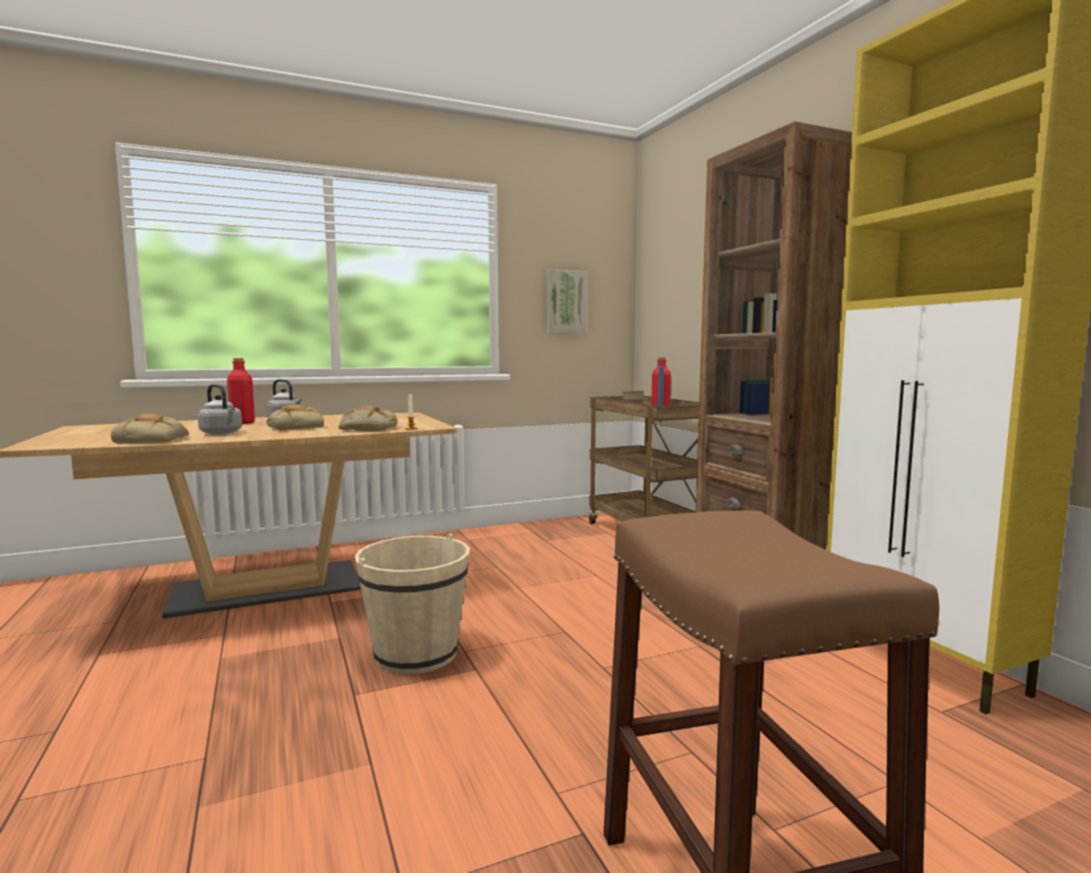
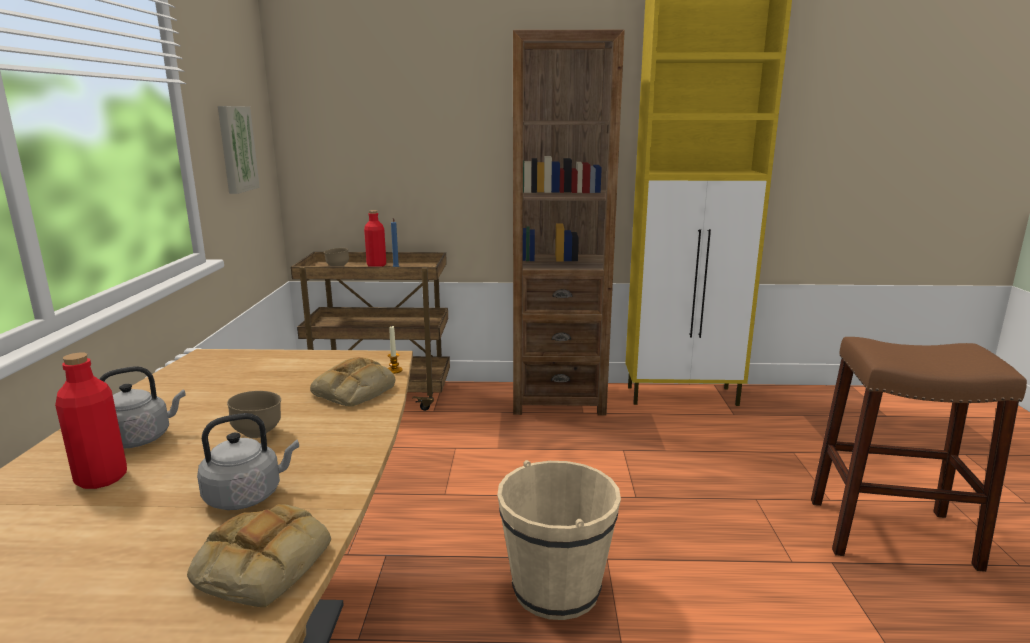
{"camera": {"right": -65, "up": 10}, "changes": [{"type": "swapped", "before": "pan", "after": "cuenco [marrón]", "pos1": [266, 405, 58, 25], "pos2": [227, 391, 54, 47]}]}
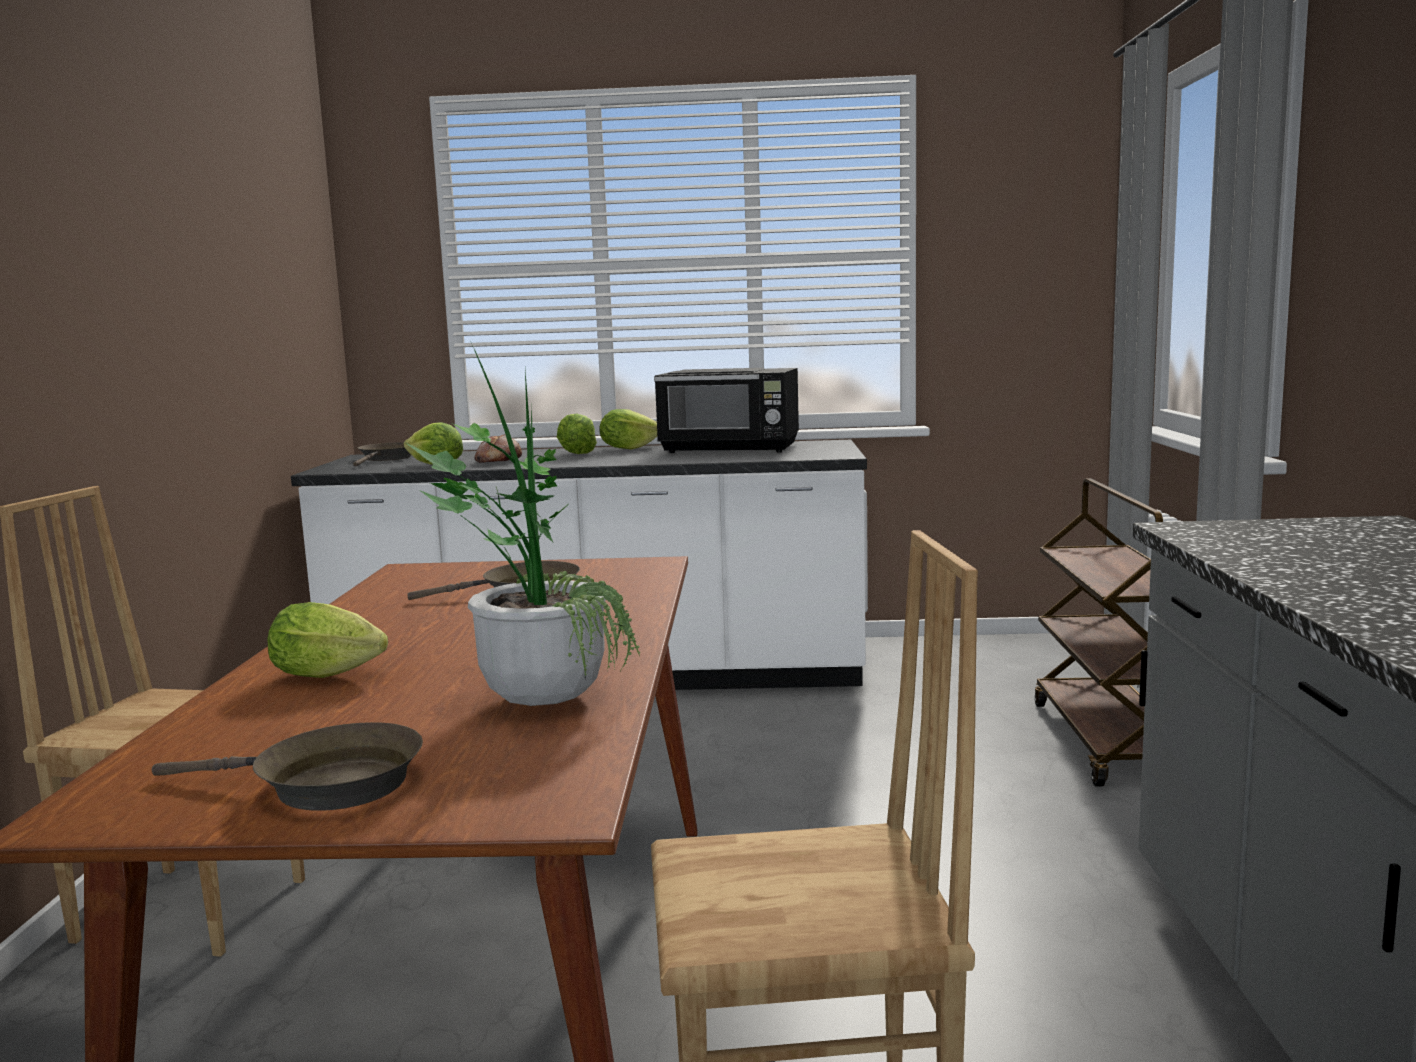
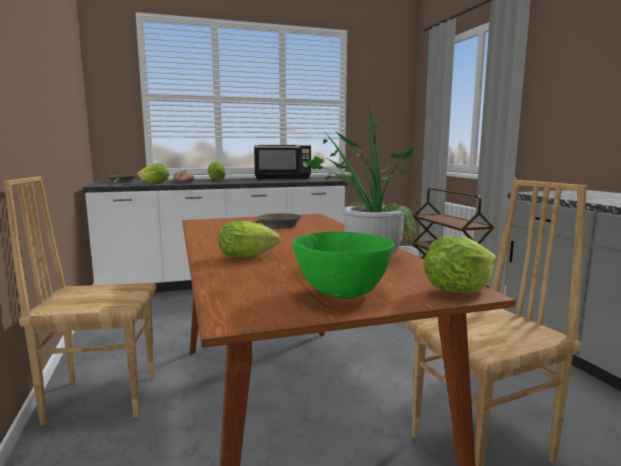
{"camera": {"right": -20, "up": 0}, "changes": [{"type": "swapped", "before": "sartén [marrón]", "after": "cuenco [verde]", "pos1": [152, 722, 271, 89], "pos2": [292, 231, 102, 68]}, {"type": "shifted", "before": "lechuga", "pos1": [599, 409, 58, 40], "pos2": [423, 236, 73, 58]}]}
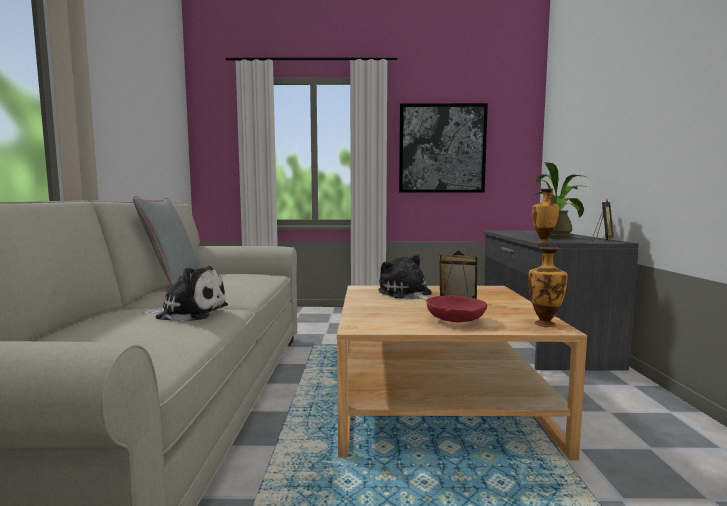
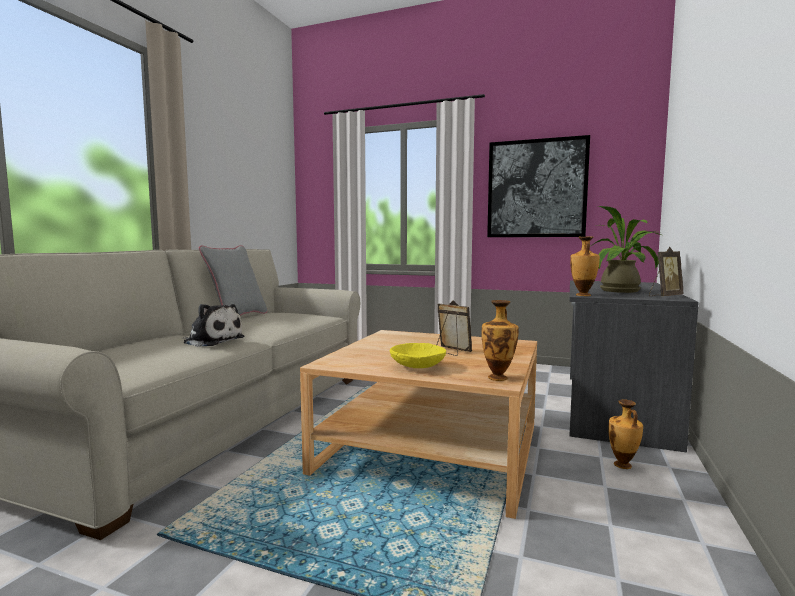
{"camera": {"right": 20, "up": 0}, "changes": [{"type": "repainted", "before": "cuenco [rojo]", "after": "cuenco [amarillo]", "pos1": [427, 295, 60, 27], "pos2": [390, 343, 56, 25]}, {"type": "new", "after": "florero", "pos2": [608, 399, 35, 70]}, {"type": "gone", "before": "peluche", "pos1": [379, 254, 53, 47]}]}
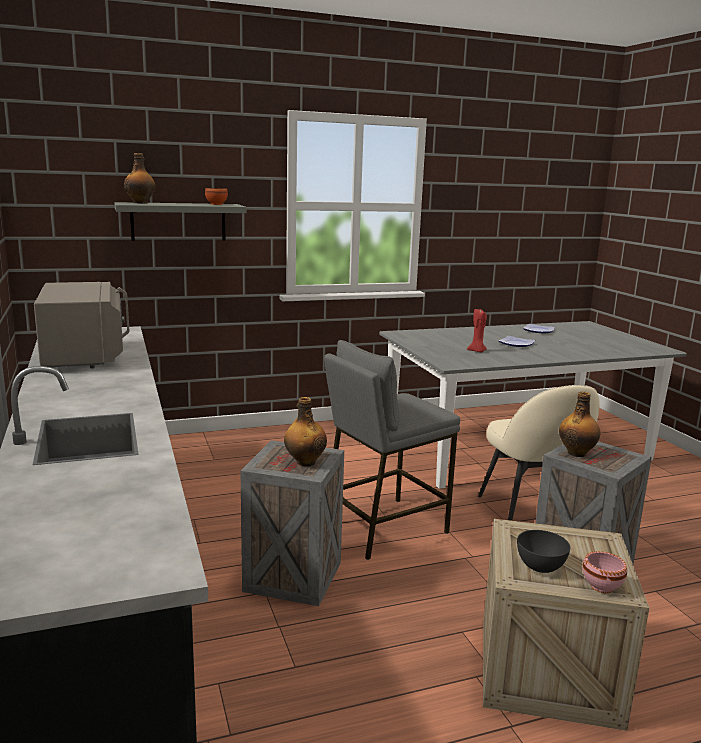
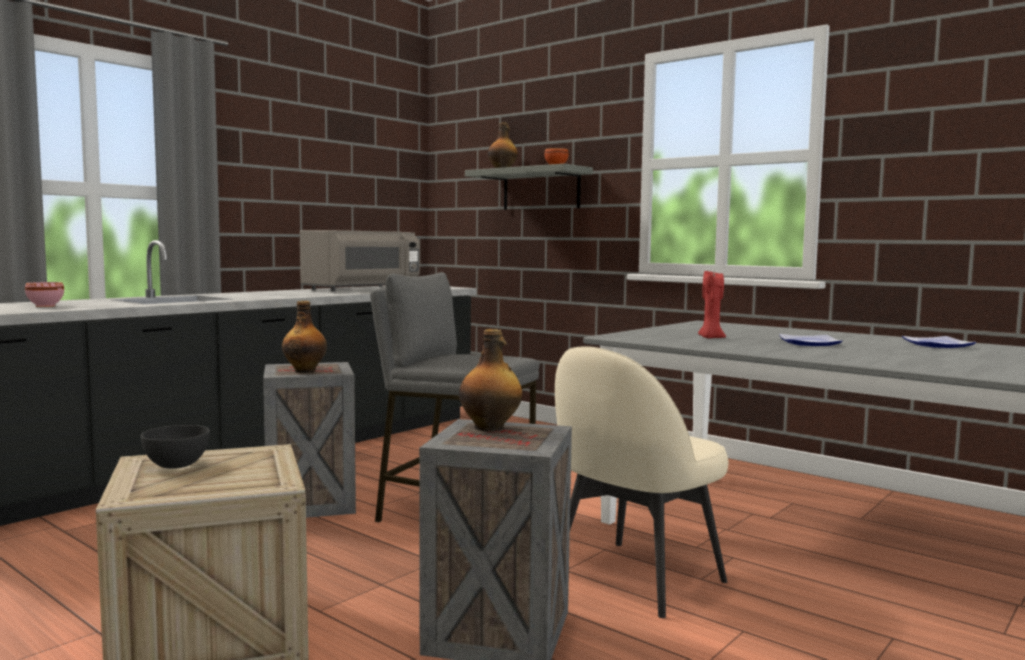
{"camera": {"right": 60, "up": -10}, "changes": [{"type": "shifted", "before": "cuenco [rosa]", "pos1": [583, 551, 44, 42], "pos2": [25, 282, 39, 25]}]}
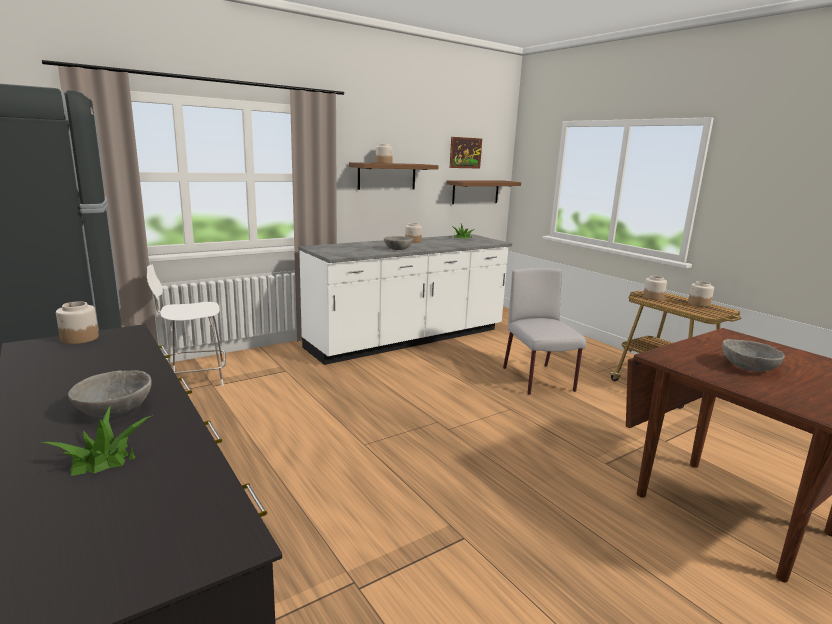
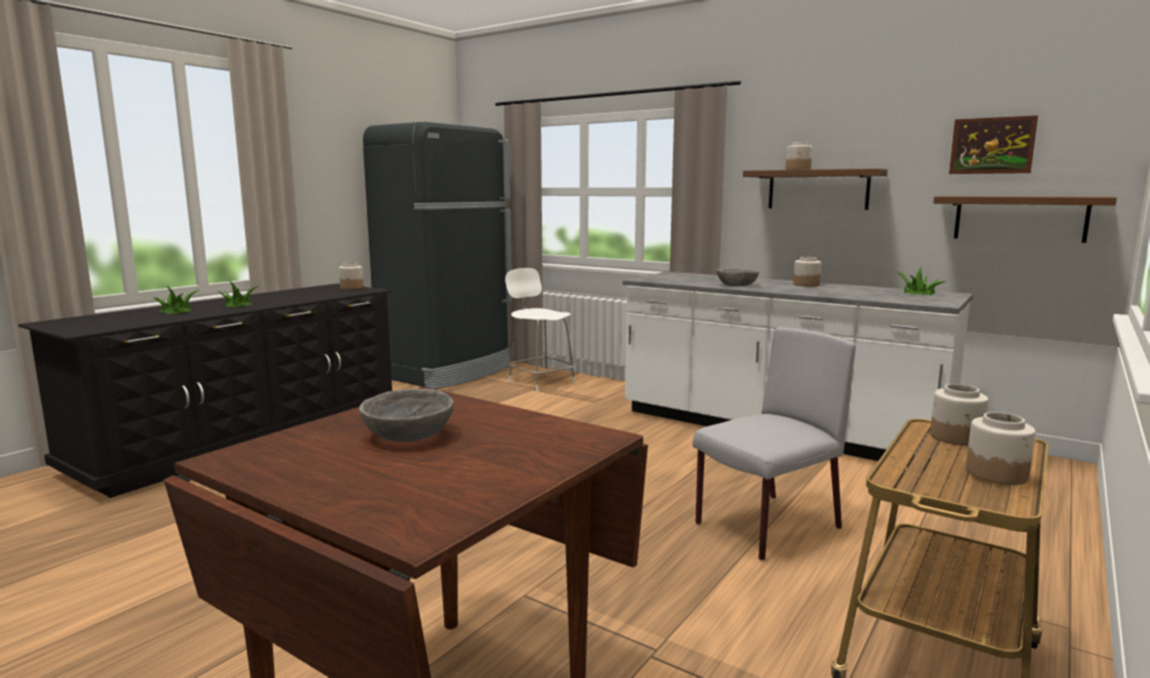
{"camera": {"right": 70, "up": -5}, "changes": [{"type": "swapped", "before": "cuenco [gris]", "after": "planta en maceta", "pos1": [68, 370, 84, 47], "pos2": [218, 281, 42, 26]}]}
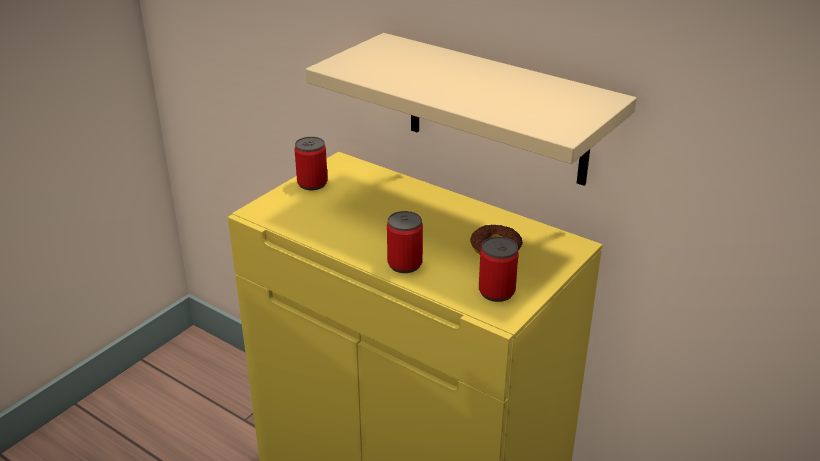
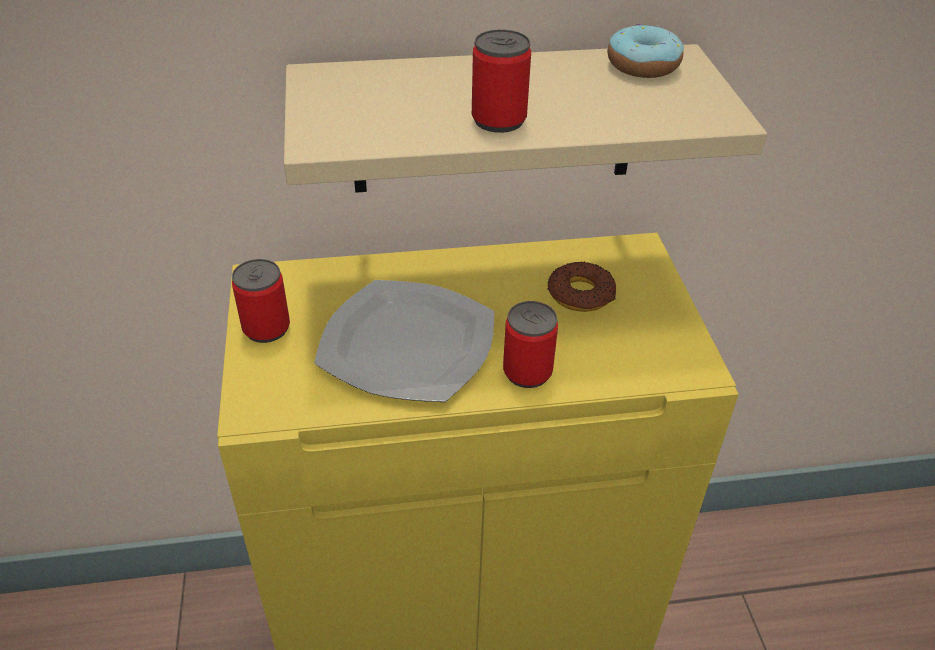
{"camera": {"right": -45, "up": 10}, "changes": [{"type": "new", "after": "plato", "pos2": [314, 280, 180, 122]}, {"type": "shifted", "before": "lata", "pos1": [479, 237, 40, 65], "pos2": [472, 29, 59, 104]}, {"type": "new", "after": "rosquilla", "pos2": [607, 24, 77, 54]}]}
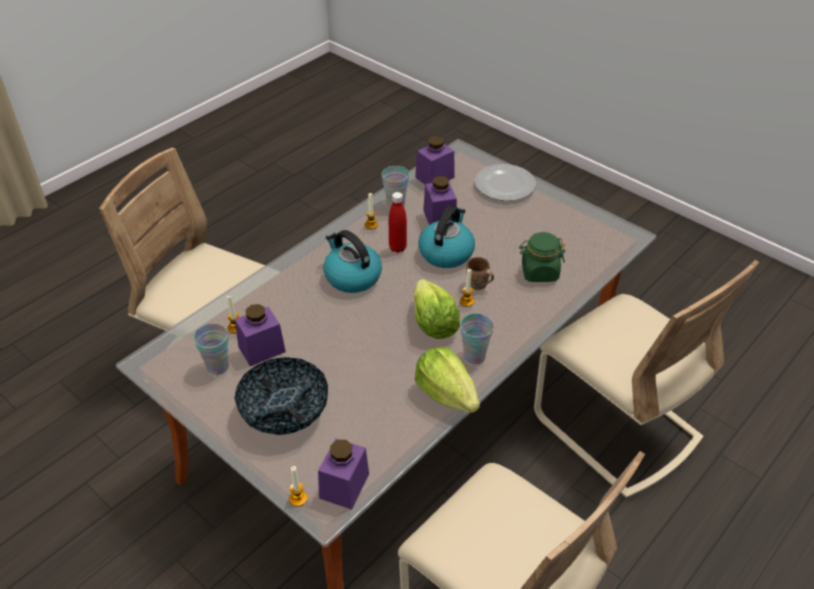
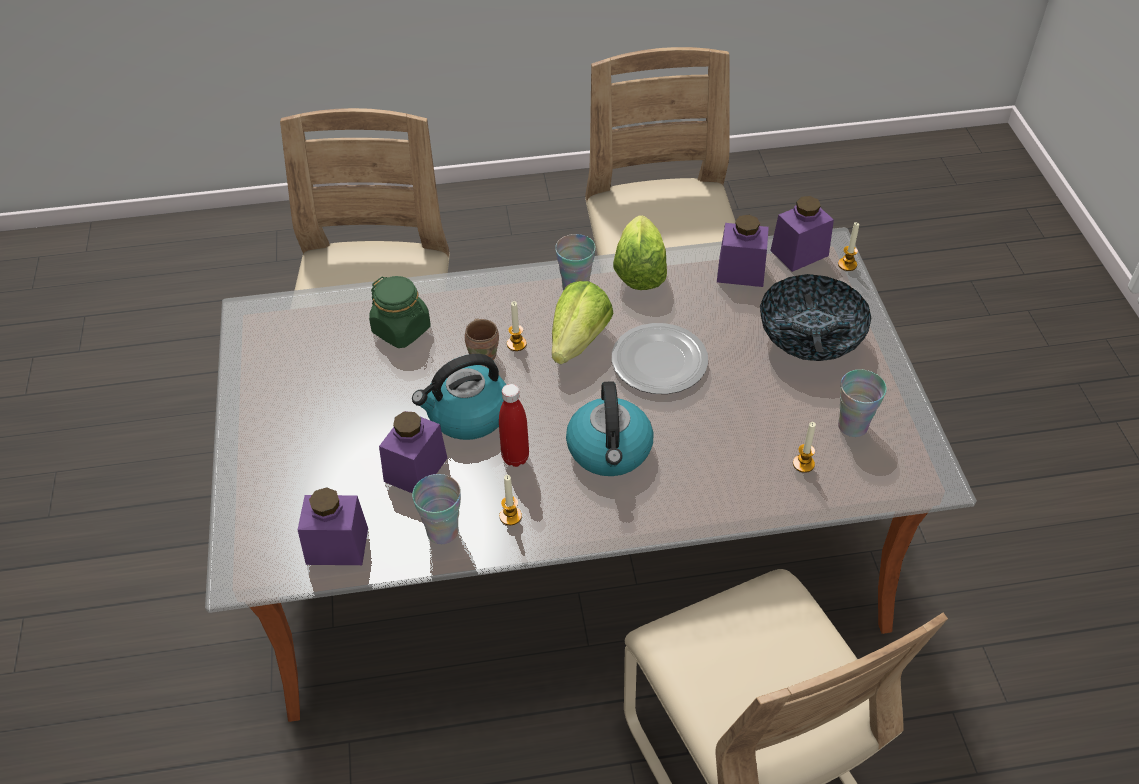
{"camera": {"right": -140, "up": 5}, "changes": [{"type": "shifted", "before": "plato", "pos1": [475, 164, 61, 37], "pos2": [612, 323, 96, 71]}, {"type": "shifted", "before": "tarro [morado]", "pos1": [235, 304, 51, 62], "pos2": [717, 214, 52, 73]}]}
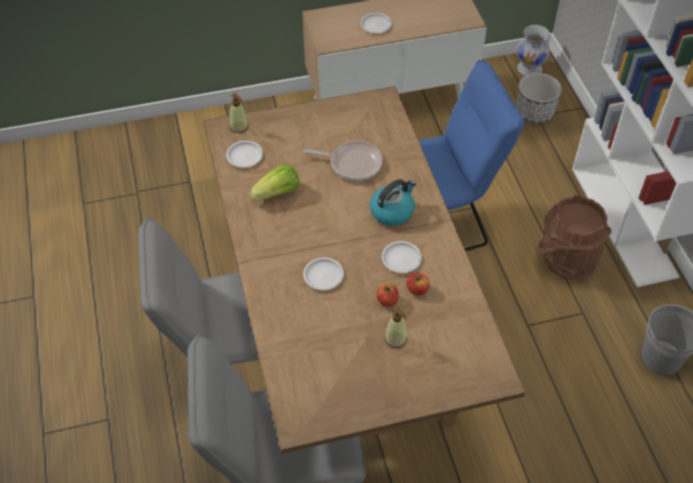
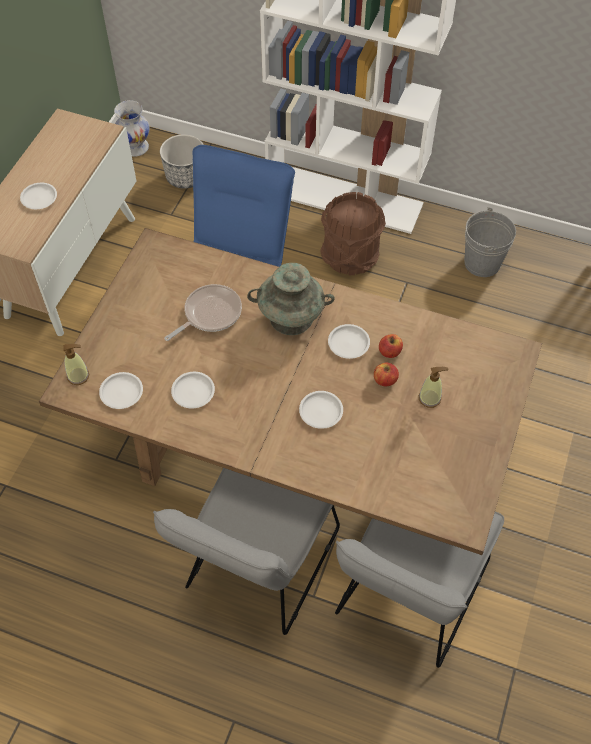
{"camera": {"right": -55, "up": 5}, "changes": [{"type": "swapped", "before": "lechuga", "after": "plato [blanco]", "pos1": [250, 164, 50, 37], "pos2": [171, 372, 44, 36]}, {"type": "swapped", "before": "hervidor", "after": "florero [turquesa]", "pos1": [370, 179, 46, 47], "pos2": [247, 263, 88, 72]}]}
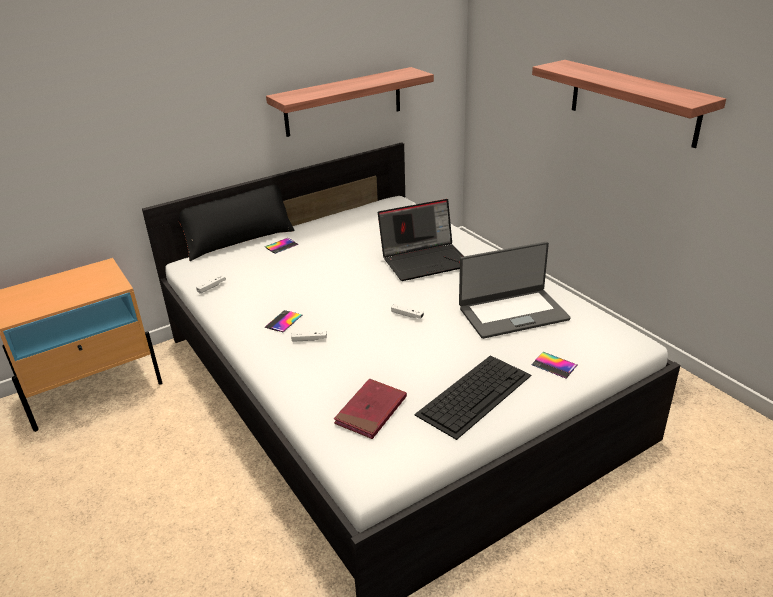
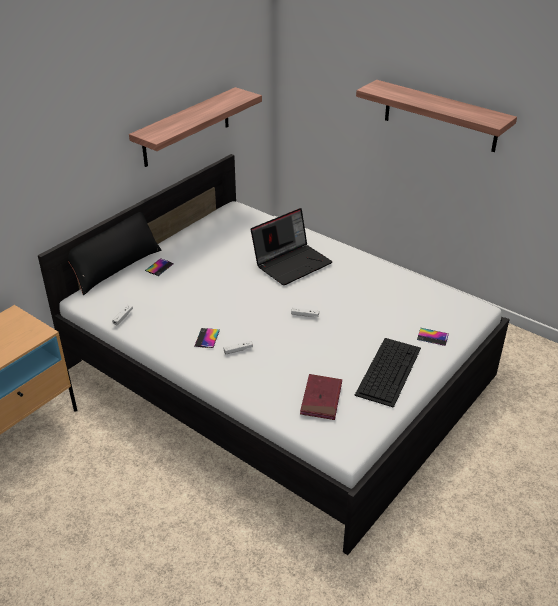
{"camera": {"right": -20, "up": 5}, "changes": [{"type": "gone", "before": "portátil", "pos1": [459, 242, 112, 97]}]}
